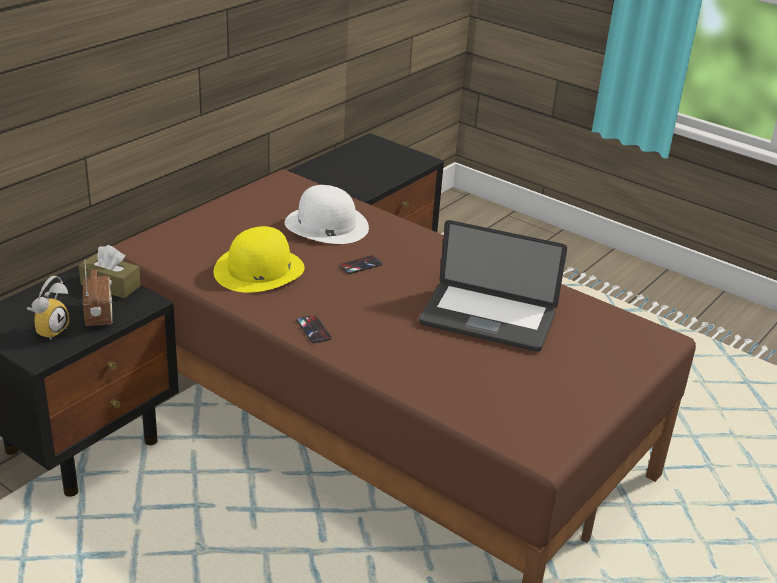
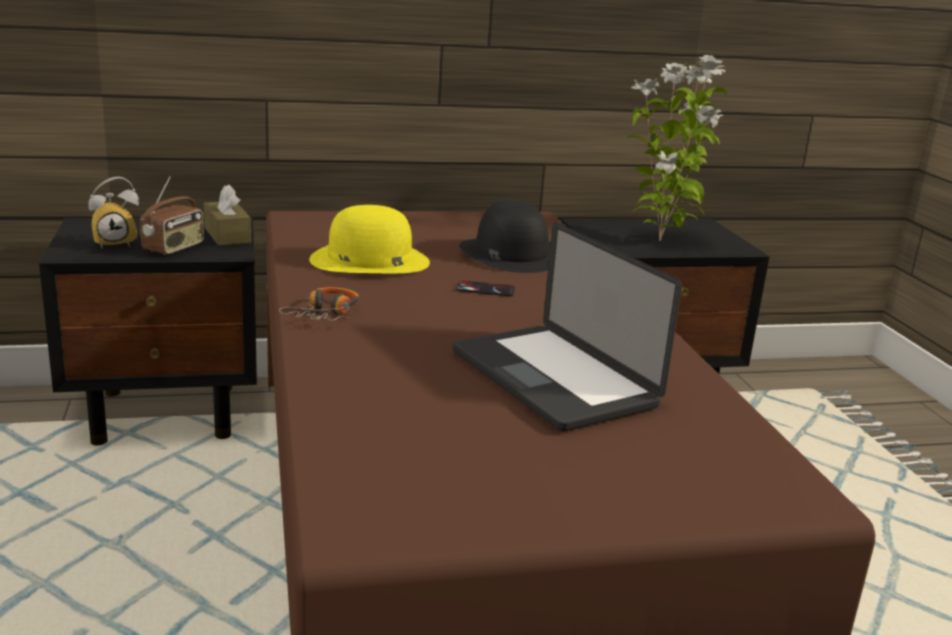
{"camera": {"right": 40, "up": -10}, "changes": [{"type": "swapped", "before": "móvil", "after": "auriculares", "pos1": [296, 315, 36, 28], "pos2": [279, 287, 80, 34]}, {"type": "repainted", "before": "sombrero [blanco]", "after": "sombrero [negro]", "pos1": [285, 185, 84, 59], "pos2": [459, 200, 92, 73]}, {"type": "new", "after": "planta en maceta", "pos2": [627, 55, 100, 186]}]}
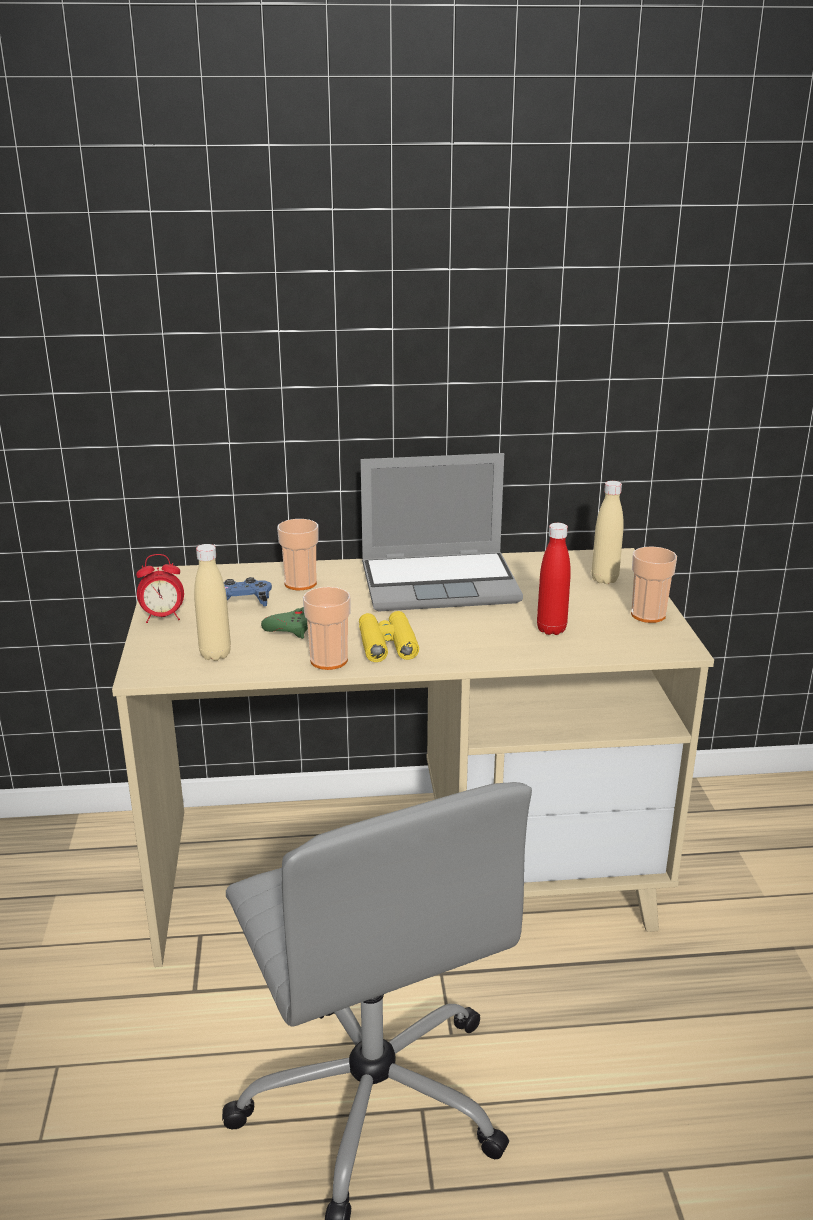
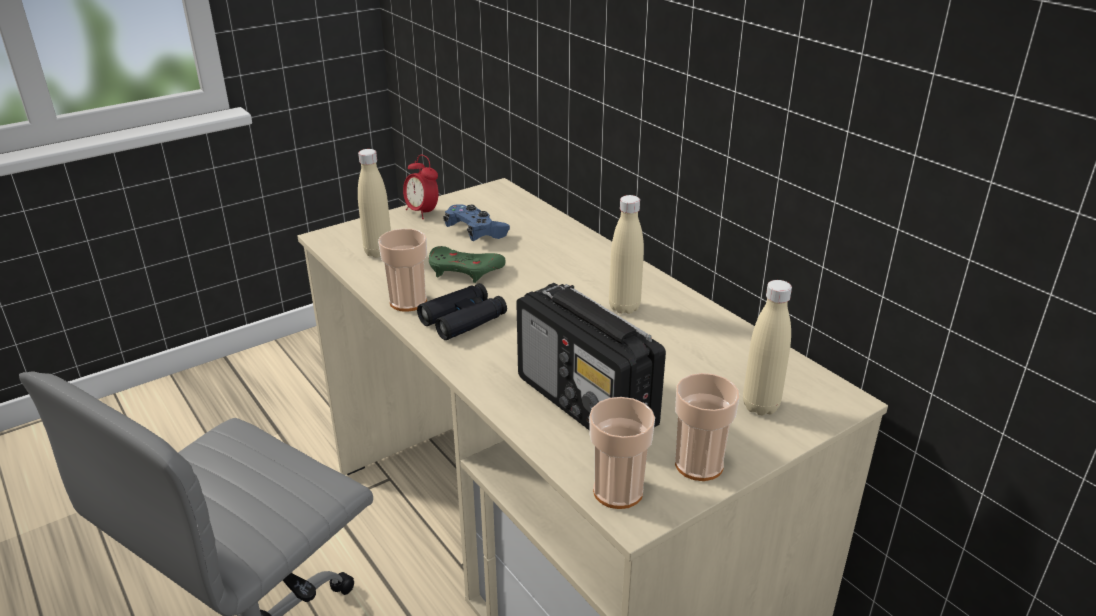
{"camera": {"right": 60, "up": 5}, "changes": [{"type": "repainted", "before": "prismáticos [amarillo]", "after": "prismáticos [negro]", "pos1": [359, 611, 60, 51], "pos2": [417, 283, 90, 57]}, {"type": "swapped", "before": "botella [rojo]", "after": "radio", "pos1": [537, 523, 34, 112], "pos2": [516, 283, 150, 147]}, {"type": "shifted", "before": "taza", "pos1": [277, 519, 41, 71], "pos2": [589, 397, 66, 112]}, {"type": "swapped", "before": "portátil", "after": "botella [beis]", "pos1": [361, 453, 162, 158], "pos2": [609, 195, 35, 119]}]}
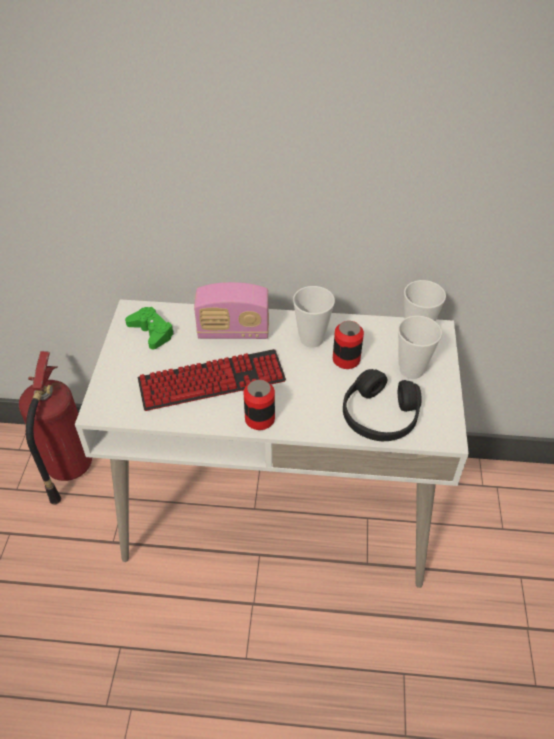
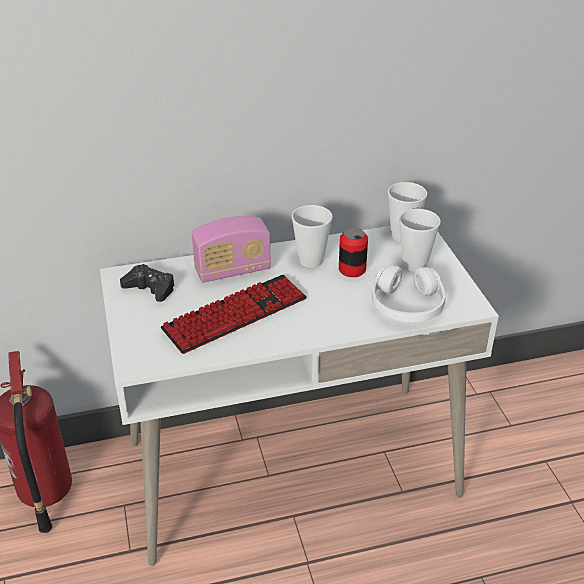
{"camera": {"right": -20, "up": -10}, "changes": [{"type": "repainted", "before": "mando de consola [verde]", "after": "mando de consola [negro]", "pos1": [125, 307, 49, 42], "pos2": [120, 264, 54, 38]}, {"type": "repainted", "before": "auriculares [negro]", "after": "auriculares [blanco]", "pos1": [343, 369, 79, 72], "pos2": [372, 265, 74, 57]}, {"type": "gone", "before": "lata", "pos1": [243, 379, 32, 51]}]}
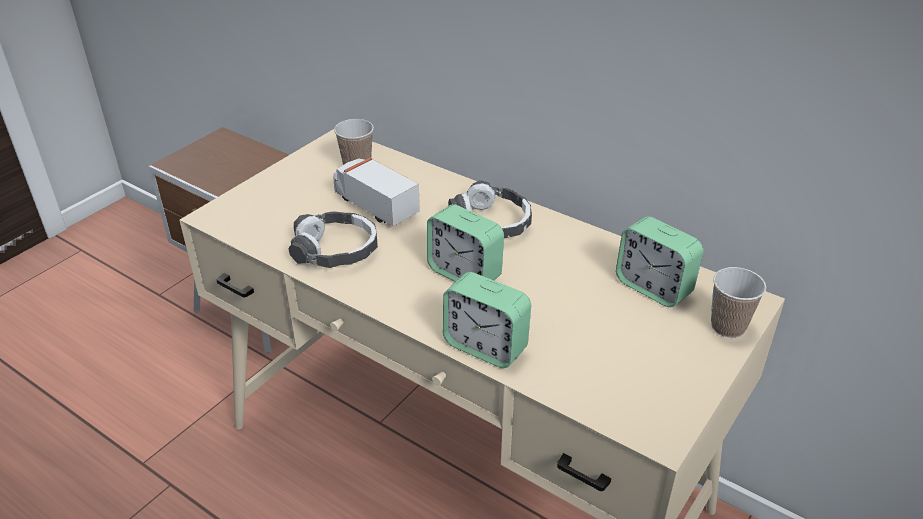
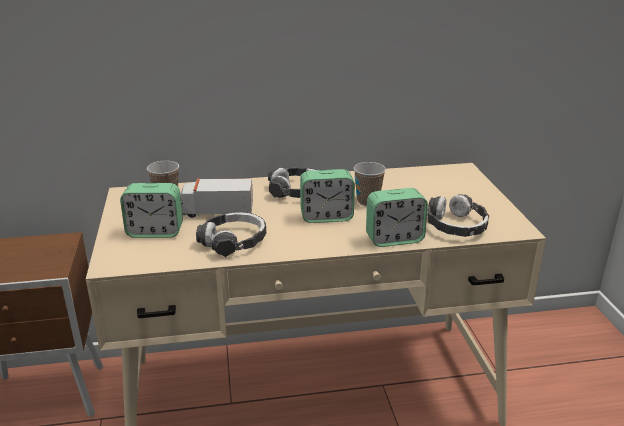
{"camera": {"right": -45, "up": -10}, "changes": [{"type": "shifted", "before": "despertador", "pos1": [616, 216, 87, 91], "pos2": [120, 183, 63, 55]}, {"type": "shifted", "before": "taza", "pos1": [711, 267, 55, 71], "pos2": [354, 162, 32, 44]}, {"type": "new", "after": "auriculares", "pos2": [427, 194, 62, 43]}]}
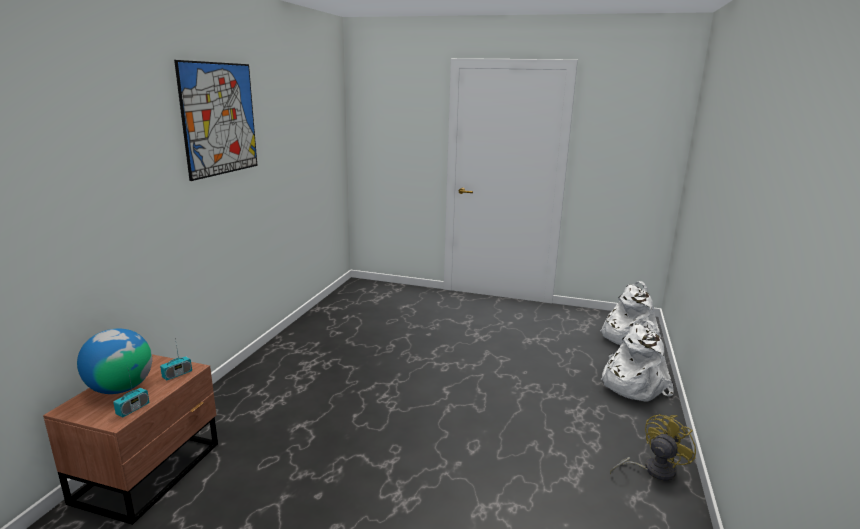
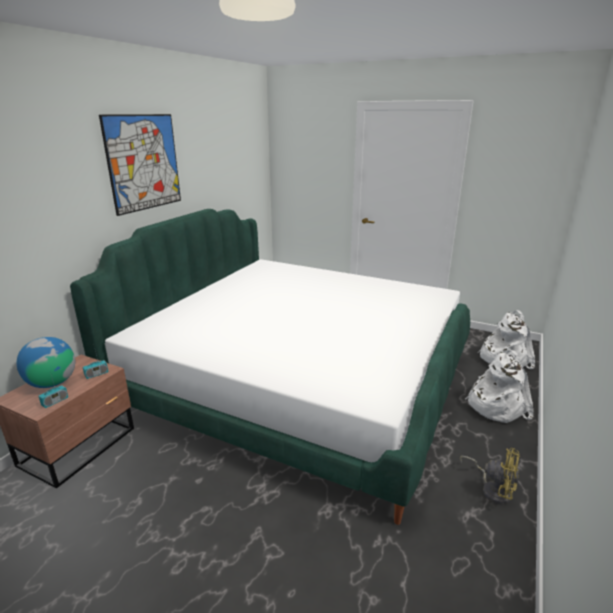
{"camera": {"right": 10, "up": 5}, "changes": [{"type": "new", "after": "cama", "pos2": [70, 209, 400, 316]}, {"type": "rotated", "before": "ventilador [amarillo]", "pos1": [610, 414, 86, 67], "pos2": [460, 448, 60, 57], "turn": 60}]}
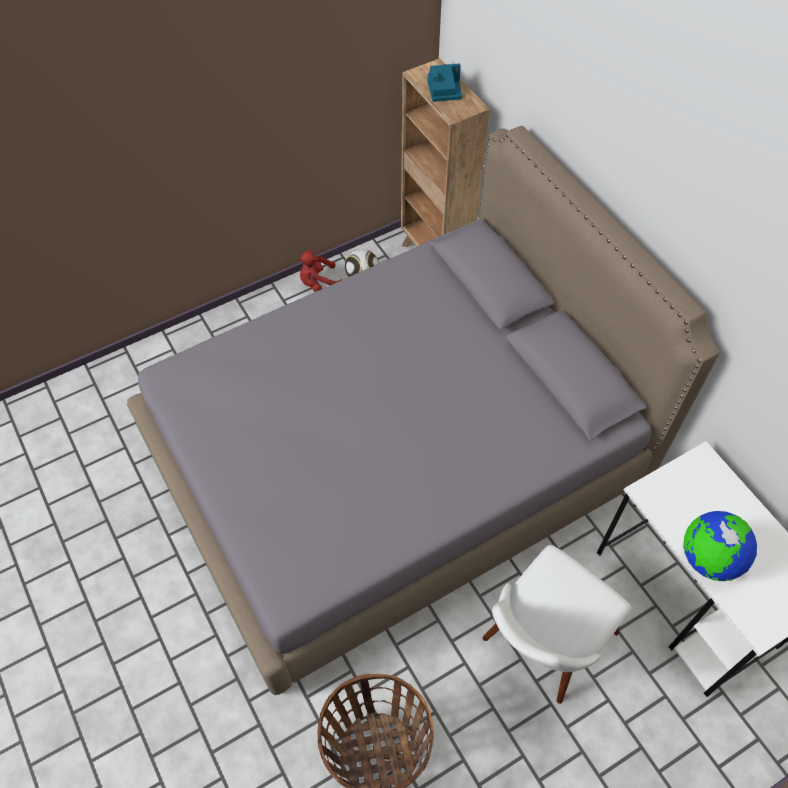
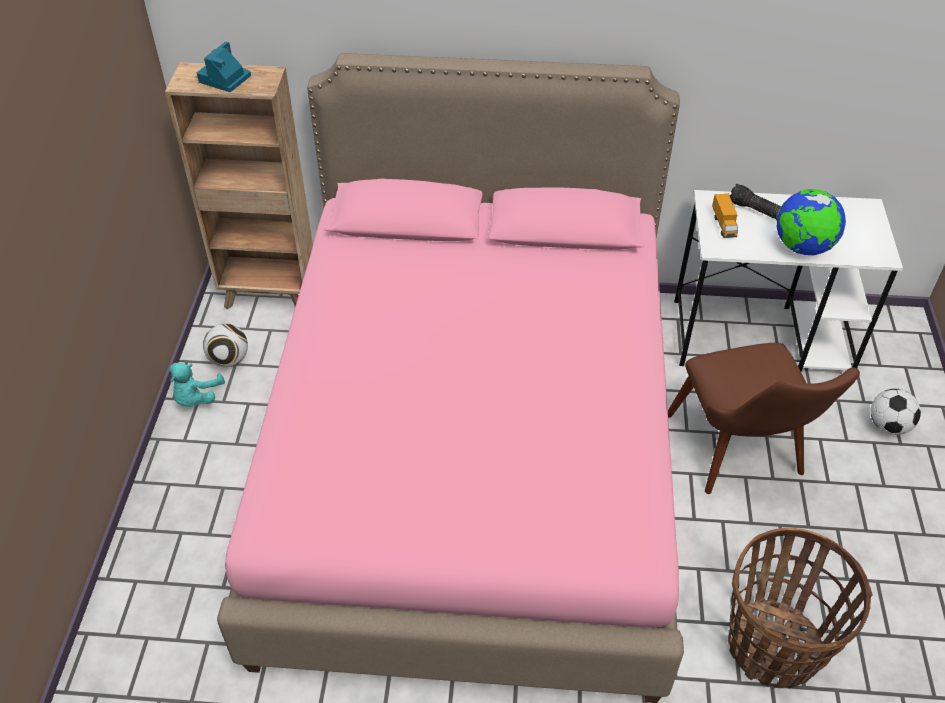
{"camera": {"right": -55, "up": -10}, "changes": [{"type": "repainted", "before": "peluche [rojo]", "after": "peluche [turquesa]", "pos1": [298, 250, 45, 42], "pos2": [169, 363, 56, 44]}, {"type": "repainted", "before": "cama [gris]", "after": "cama [rosa]", "pos1": [127, 126, 593, 569], "pos2": [217, 53, 467, 650]}, {"type": "repainted", "before": "silla [blanco]", "after": "silla [marrón]", "pos1": [483, 545, 148, 159], "pos2": [668, 343, 192, 151]}, {"type": "new", "after": "camión de juguete", "pos2": [712, 194, 26, 44]}, {"type": "new", "after": "linterna", "pos2": [729, 184, 52, 36]}, {"type": "new", "after": "balón de fútbol", "pos2": [871, 389, 50, 46]}]}
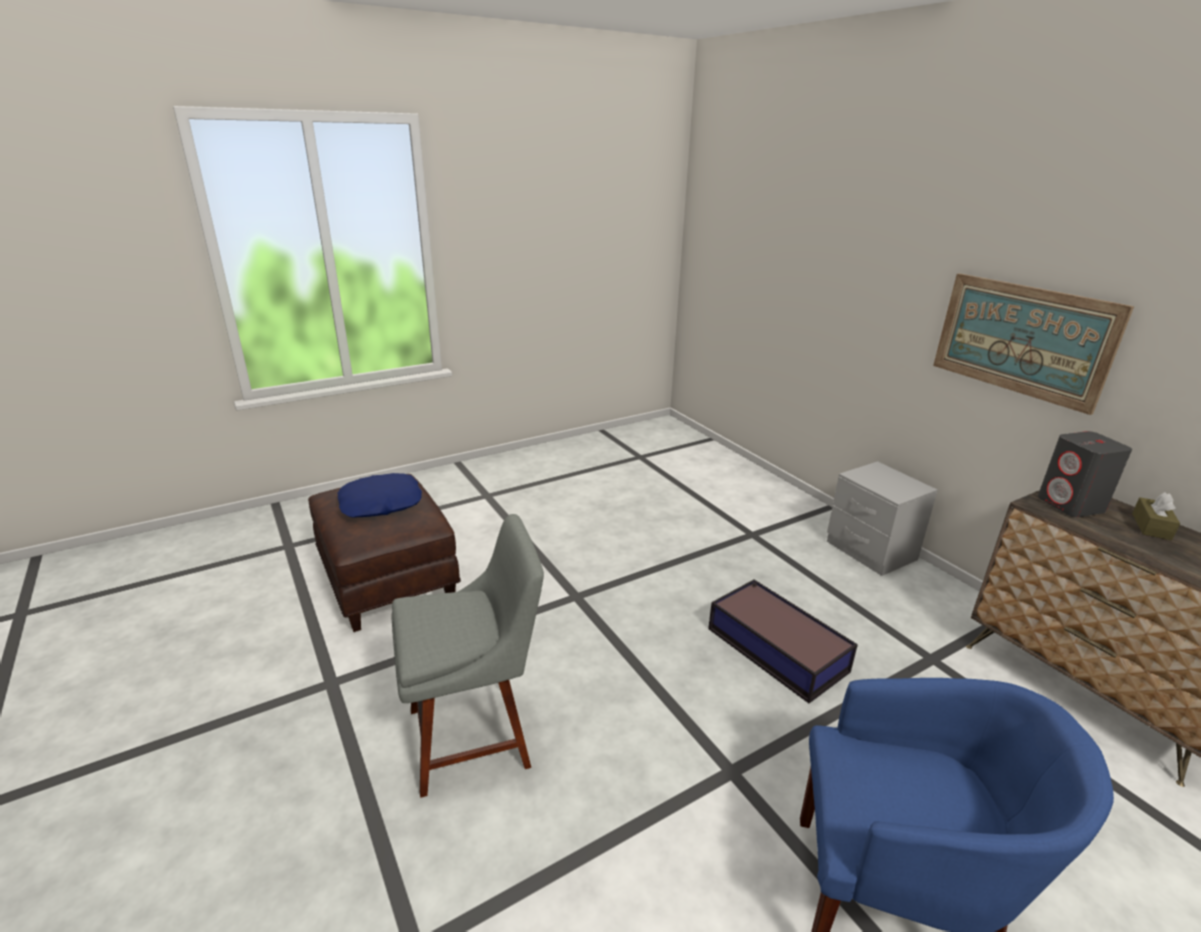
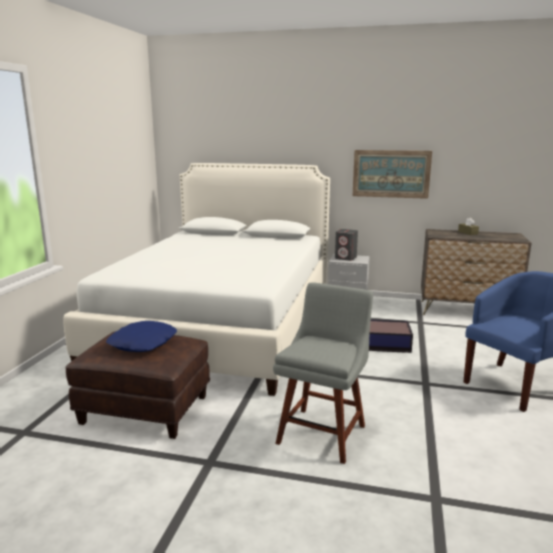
{"camera": {"right": -45, "up": -10}, "changes": [{"type": "new", "after": "cama [blanco]", "pos2": [63, 163, 267, 233]}, {"type": "shifted", "before": "altavoz [gris]", "pos1": [1038, 431, 94, 86], "pos2": [335, 229, 23, 32]}]}
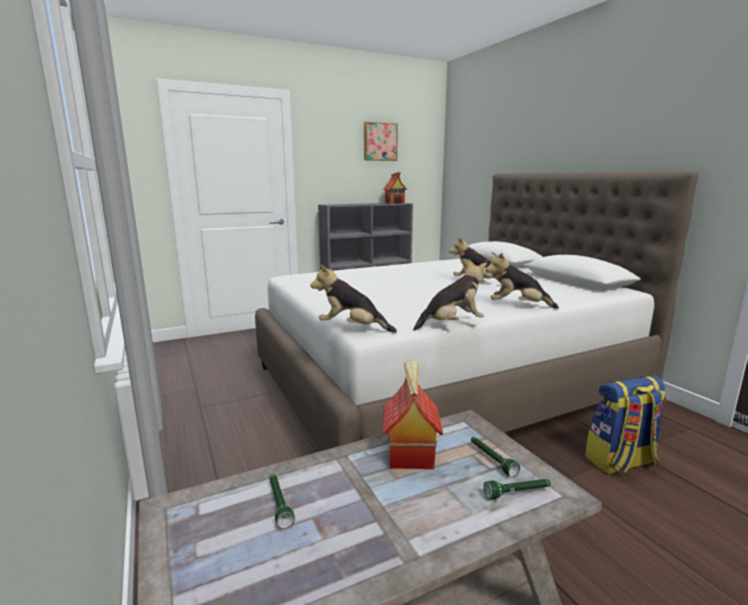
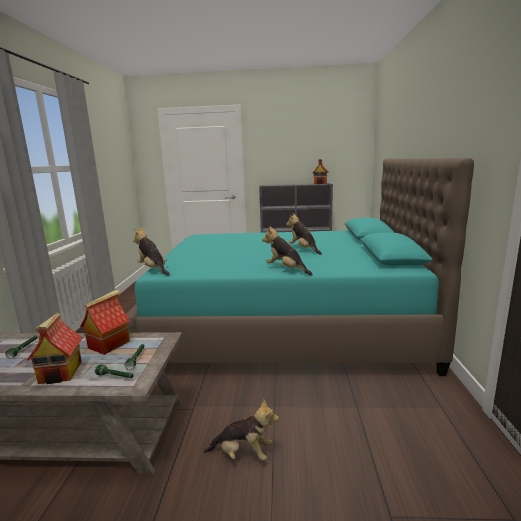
{"camera": {"right": 30, "up": 0}, "changes": [{"type": "new", "after": "casita", "pos2": [26, 312, 56, 72]}, {"type": "repainted", "before": "cama [blanco]", "after": "cama [turquesa]", "pos1": [255, 171, 444, 280], "pos2": [126, 158, 348, 218]}, {"type": "shifted", "before": "peluche", "pos1": [413, 259, 74, 72], "pos2": [204, 398, 75, 62]}, {"type": "gone", "before": "cuadro", "pos1": [364, 121, 34, 40]}, {"type": "gone", "before": "mochila", "pos1": [585, 376, 82, 98]}]}
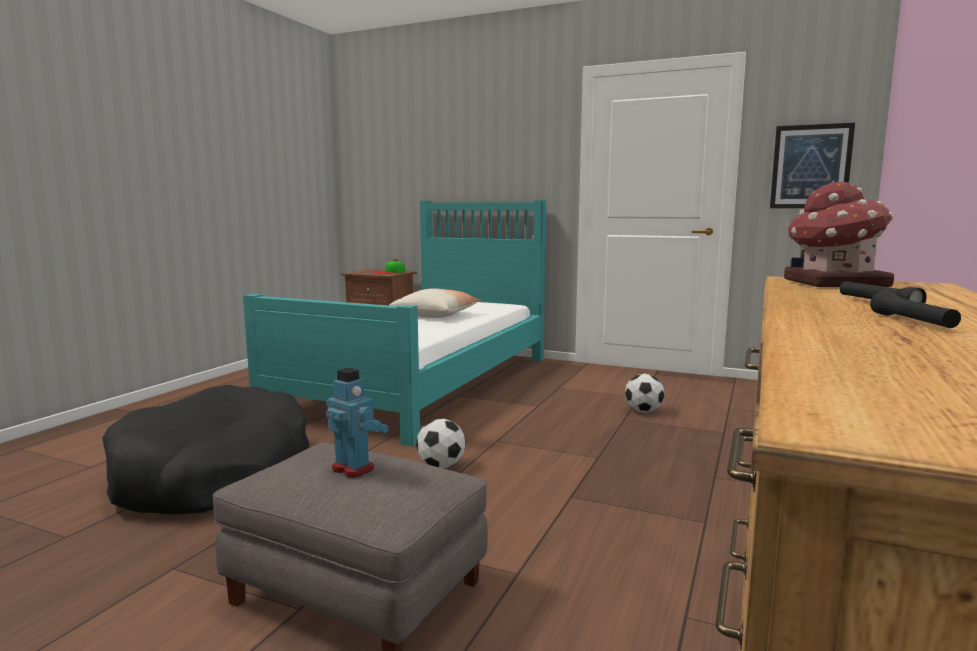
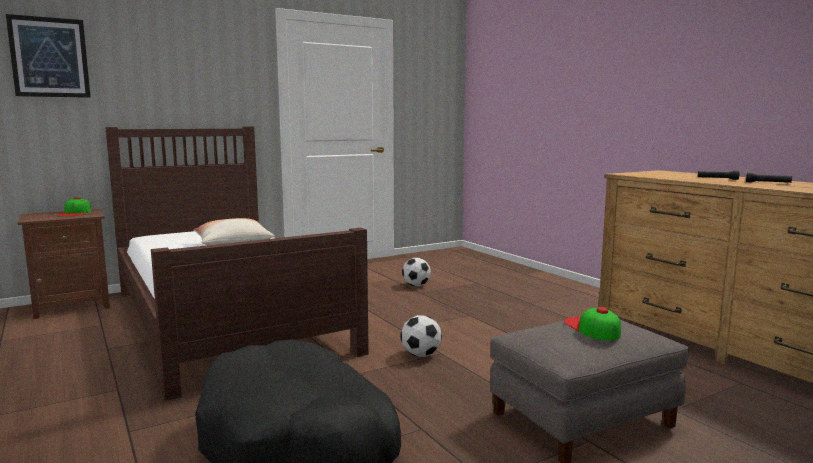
{"camera": {"right": -55, "up": 0}, "changes": [{"type": "shifted", "before": "cuadro", "pos1": [770, 123, 85, 85], "pos2": [6, 14, 85, 84]}, {"type": "repainted", "before": "cama [turquesa]", "after": "cama [marrón]", "pos1": [243, 200, 303, 247], "pos2": [105, 127, 264, 274]}, {"type": "swapped", "before": "robot de juguete", "after": "gorra", "pos1": [327, 367, 61, 111], "pos2": [564, 307, 57, 34]}, {"type": "gone", "before": "casita", "pos1": [784, 181, 110, 106]}]}
